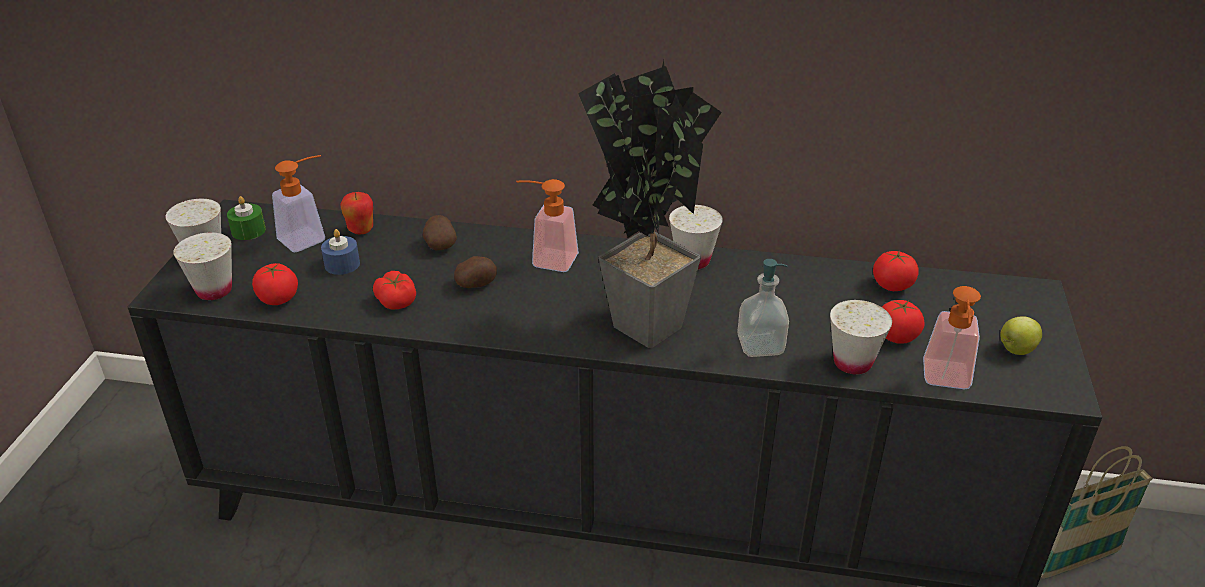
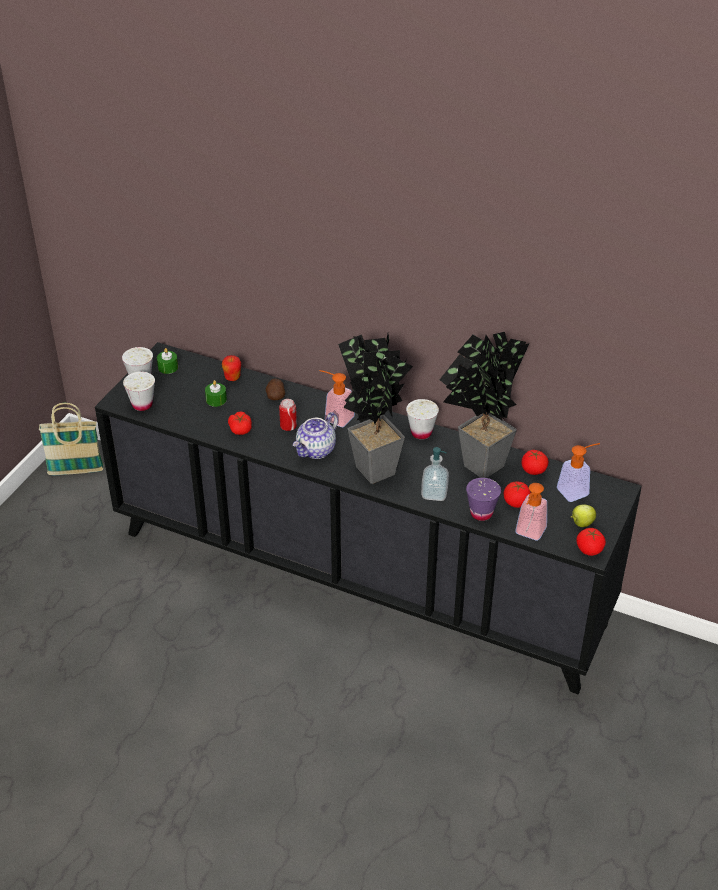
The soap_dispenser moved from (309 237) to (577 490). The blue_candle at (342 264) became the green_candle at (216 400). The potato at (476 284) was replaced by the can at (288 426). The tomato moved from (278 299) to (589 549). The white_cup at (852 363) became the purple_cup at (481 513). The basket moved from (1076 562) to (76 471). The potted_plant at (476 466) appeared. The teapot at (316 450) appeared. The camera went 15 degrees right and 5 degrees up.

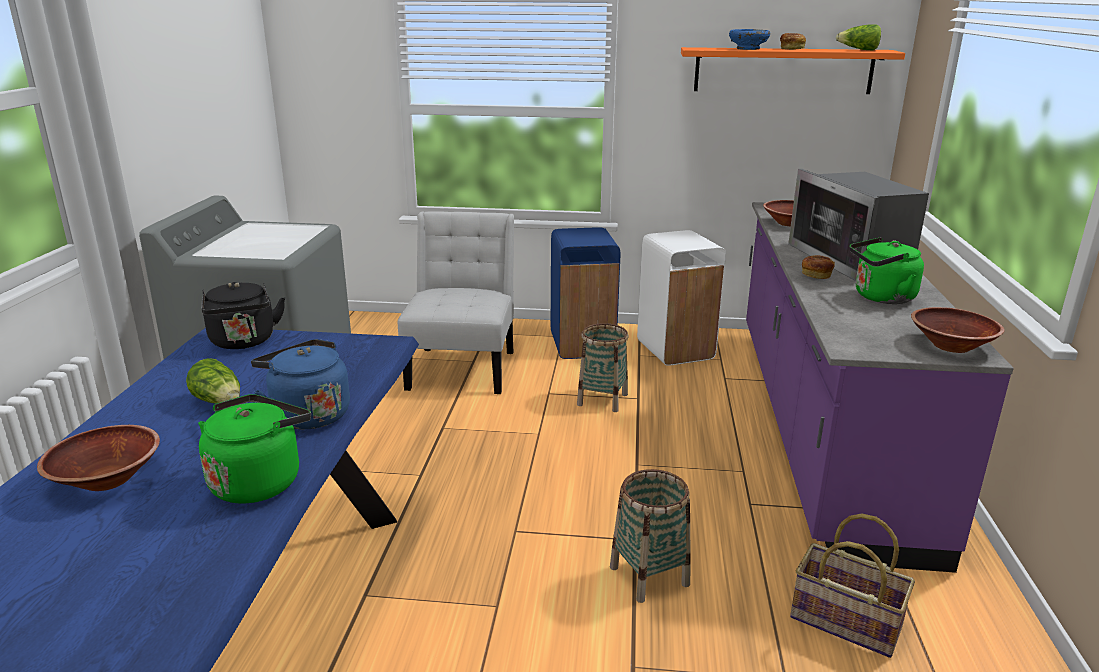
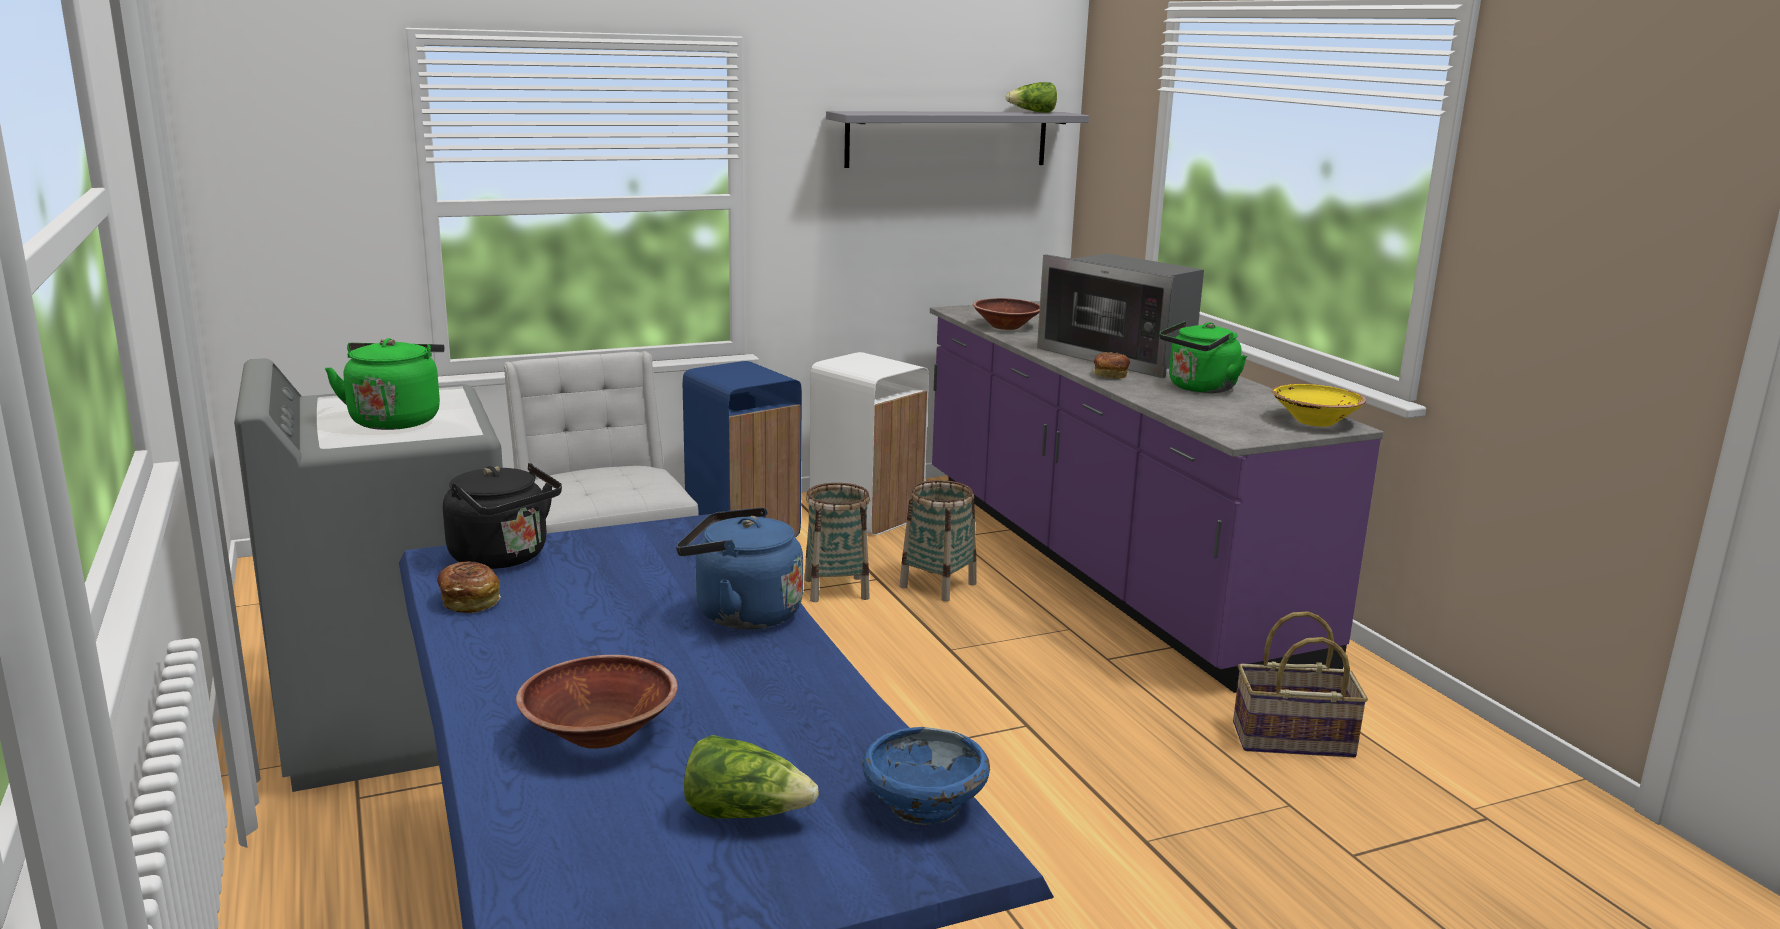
The blue_bowl moved from (747 49) to (923 805). The bread moved from (791 49) to (470 601). The orange_shelf at (783 70) became the grey_shelf at (947 139). The brown_bowl at (951 346) became the yellow_bowl at (1315 421). The lettuce moved from (219 401) to (745 813). The green_kettle moved from (259 481) to (396 420). The basket moved from (649 576) to (938 585). The camera went 30 degrees left and 5 degrees down.

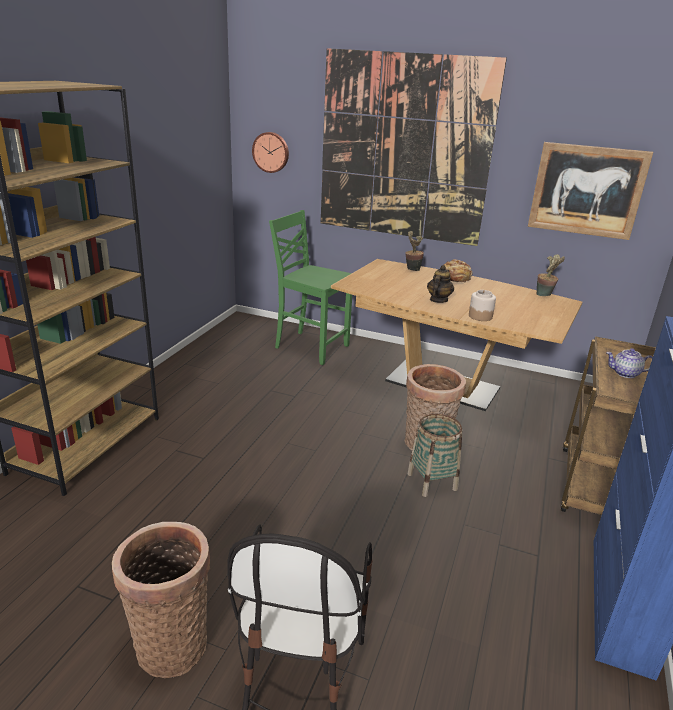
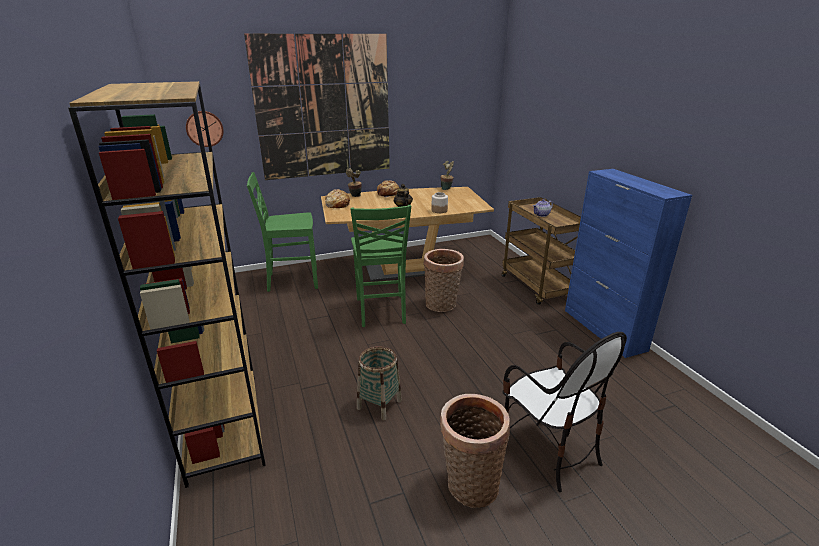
The picture at (586 190) disappeared. The basket moved from (432 481) to (379 404). The bread at (337 204) appeared. The green_chair at (381 311) appeared. The camera went 40 degrees left and 0 degrees up.

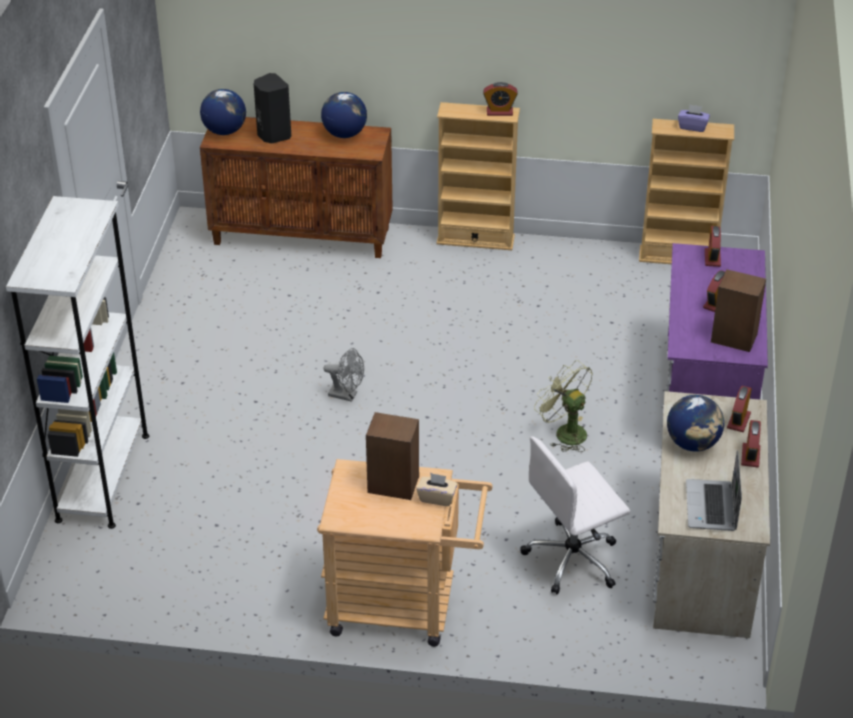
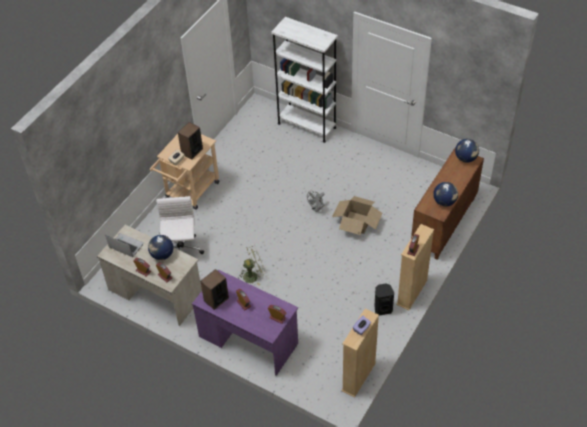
The black_speaker moved from (273 135) to (382 308). The cardboard_box at (356 222) appeared. The camera went 115 degrees right and 10 degrees up.

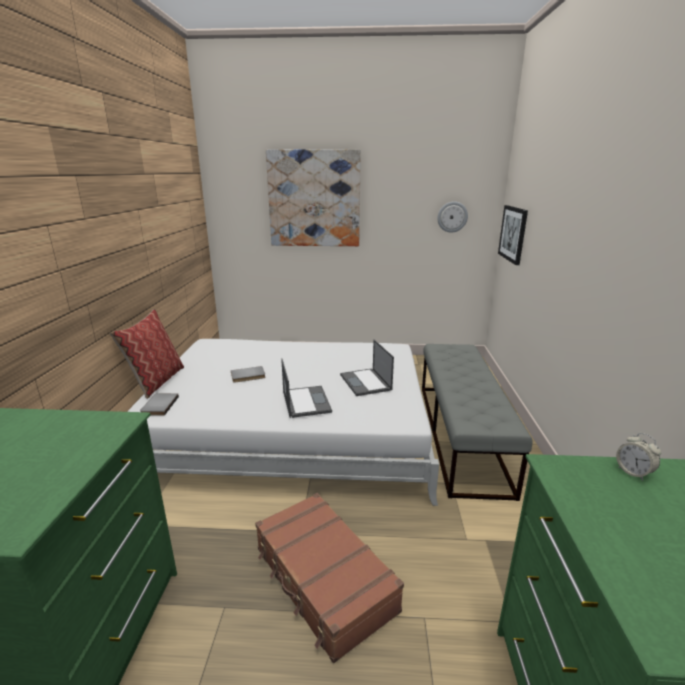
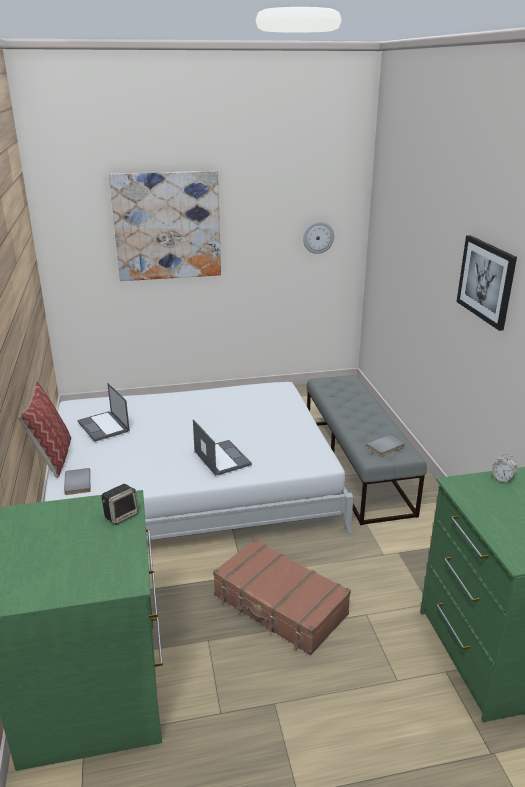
The picture moved from (513 234) to (486 281). The laptop moved from (366 382) to (104 426). The grey_book moved from (248 376) to (386 447). The speaker at (121 515) appeared. The camera went 15 degrees left and 5 degrees up.

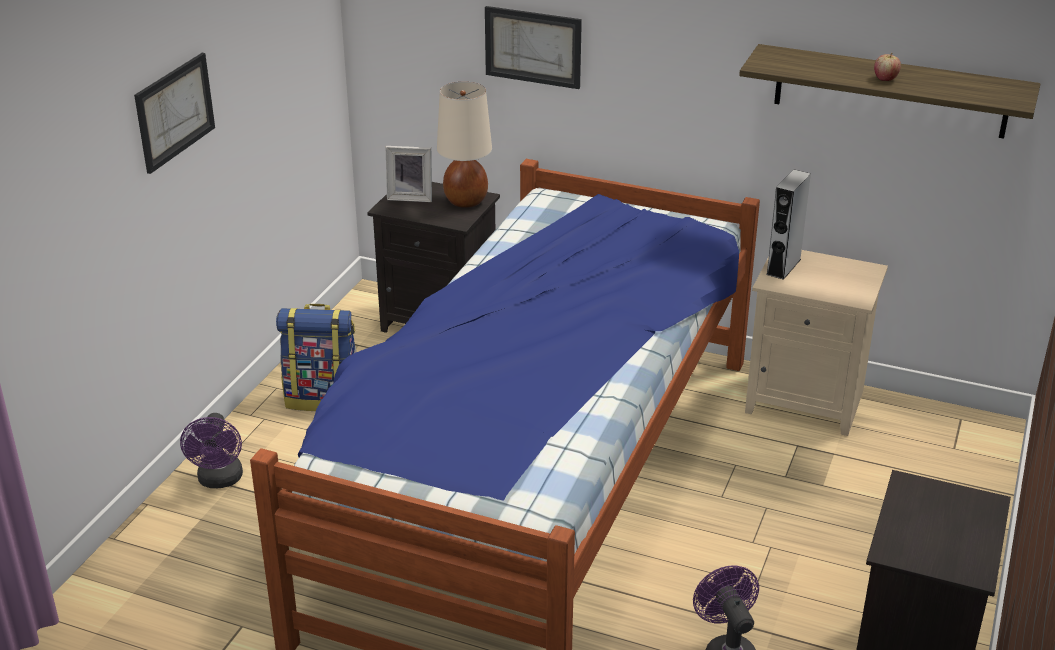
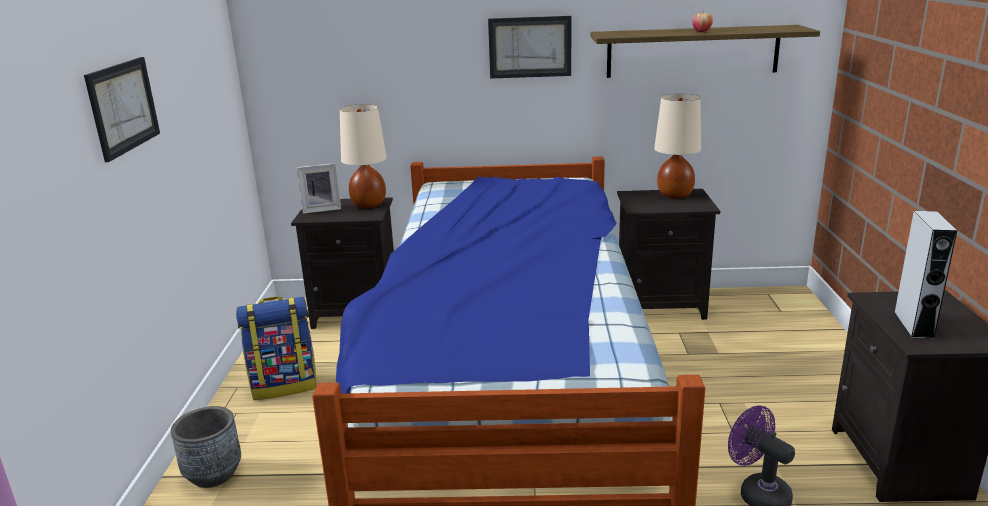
The picture moved from (533 47) to (530 47). The grey_speaker moved from (783 267) to (913 325). The beige_nightstand at (806 401) became the black_nightstand at (661 305). The purple_fan at (220 481) was replaced by the grey_planter at (213 474). The beige_table_lamp at (675 195) appeared. The camera went 20 degrees left and 10 degrees down.

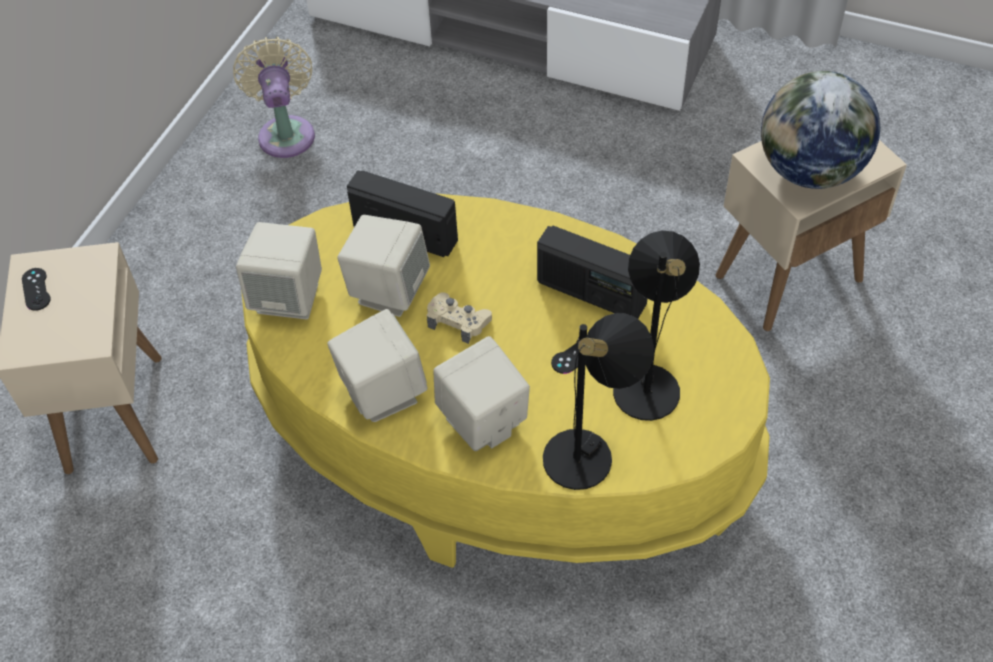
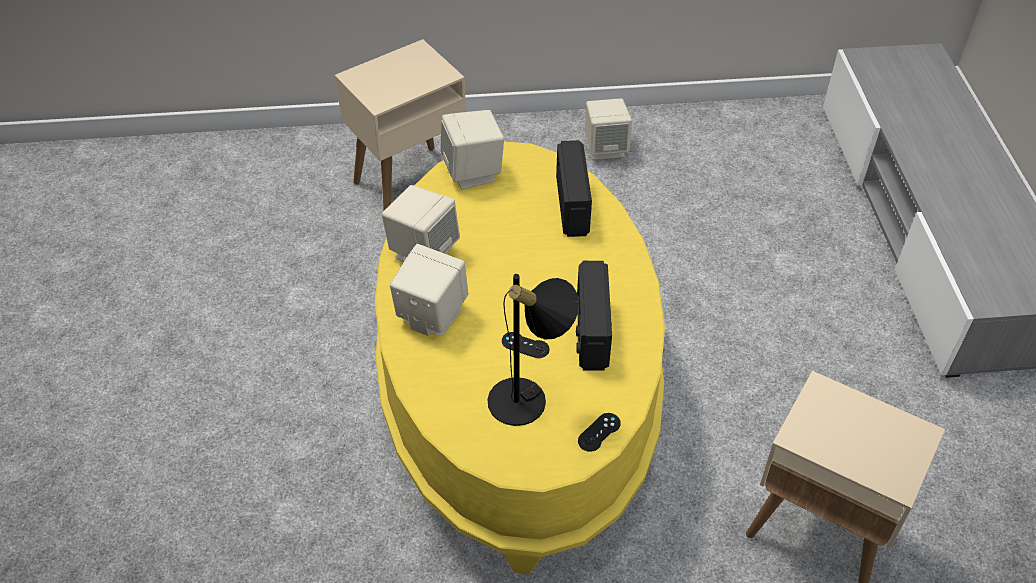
The beige_fan at (286 132) disappeared. The globe at (809 171) disappeared. The beige_speaker moved from (388 290) to (606 148). The black_game_controller moved from (36 289) to (599 432). The beige_game_controller at (458 321) disappeared. The black_table_lamp at (589 453) disappeared. The camera went 60 degrees right and 5 degrees down.

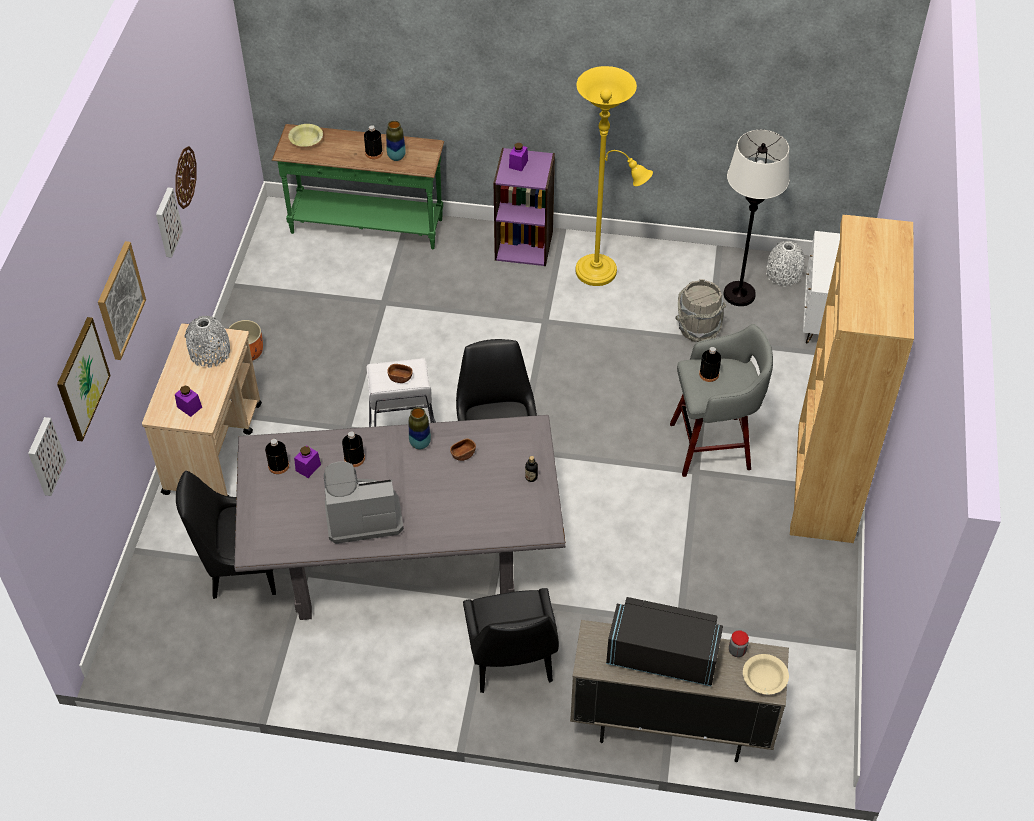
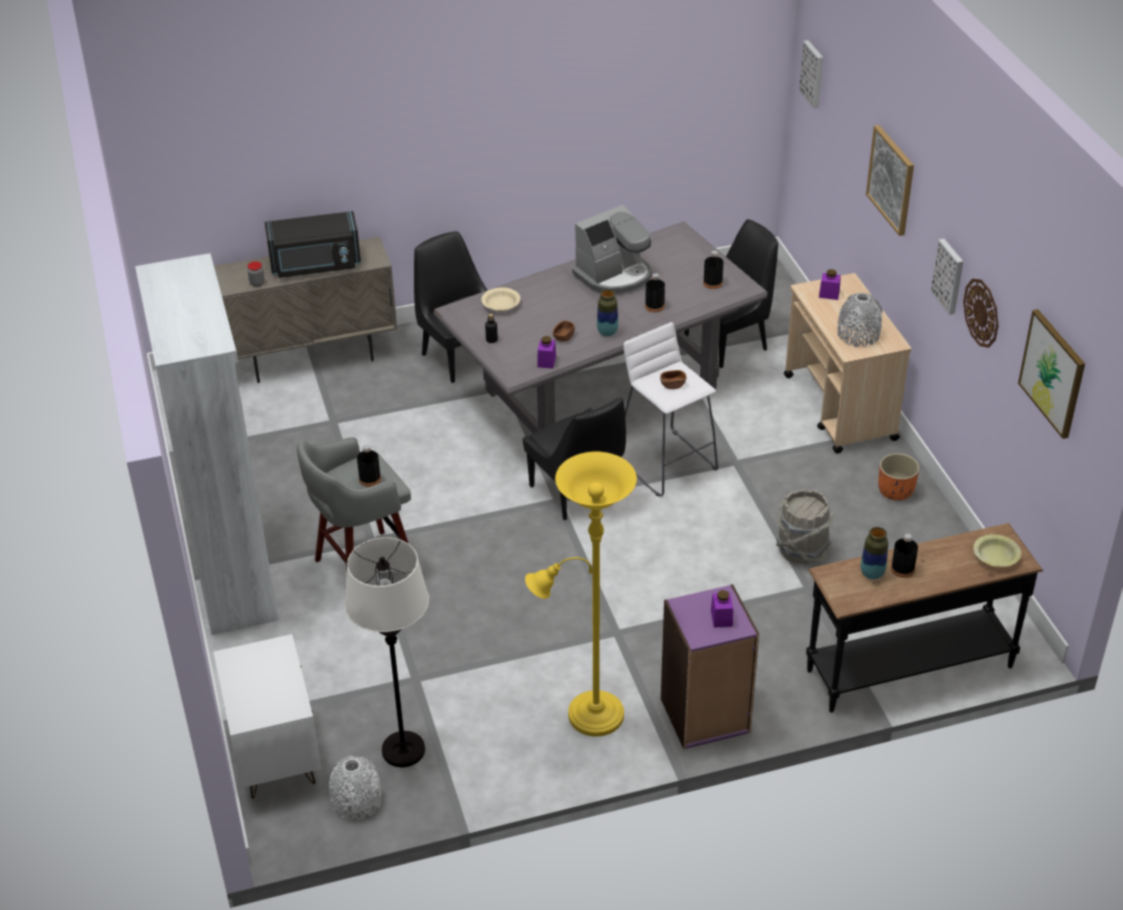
The green_console_table at (366 227) became the black_console_table at (908 667). The brown_bookcase at (823 482) became the white_bookcase at (234 573). The grey_bucket moved from (698 329) to (801 550). The picture moved from (82 379) to (1053 373). The purple_jar moved from (308 467) to (546 361). The beige_bowl moved from (764 678) to (501 304). The camera went 155 degrees right and 10 degrees down.

